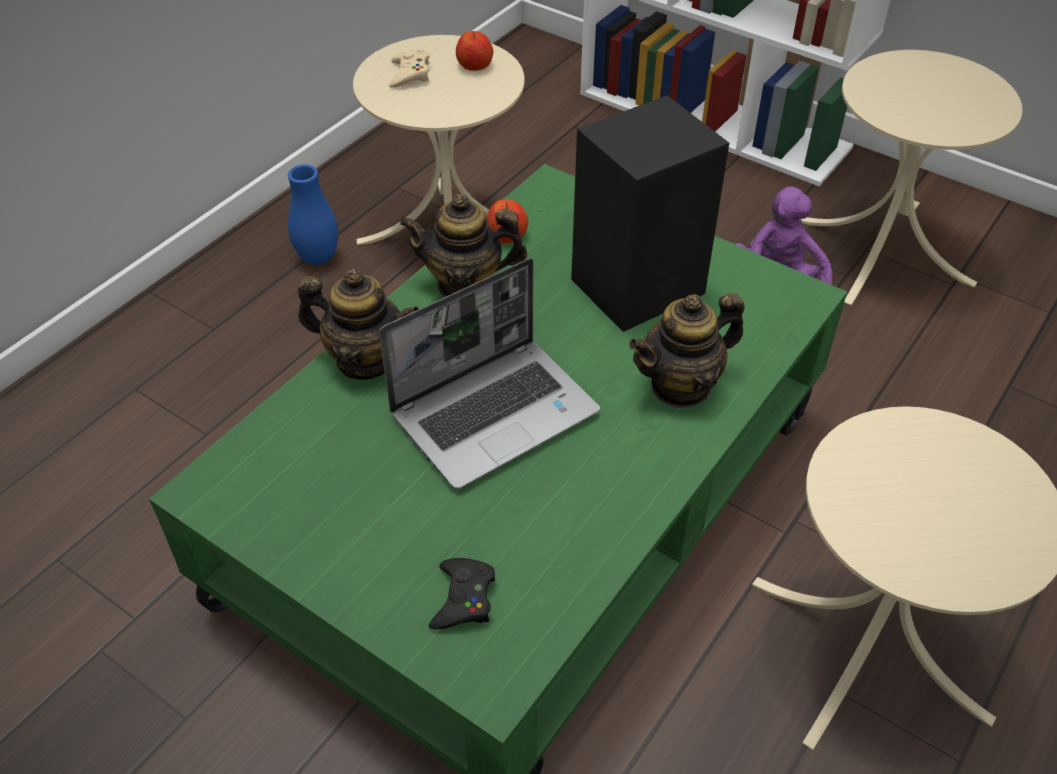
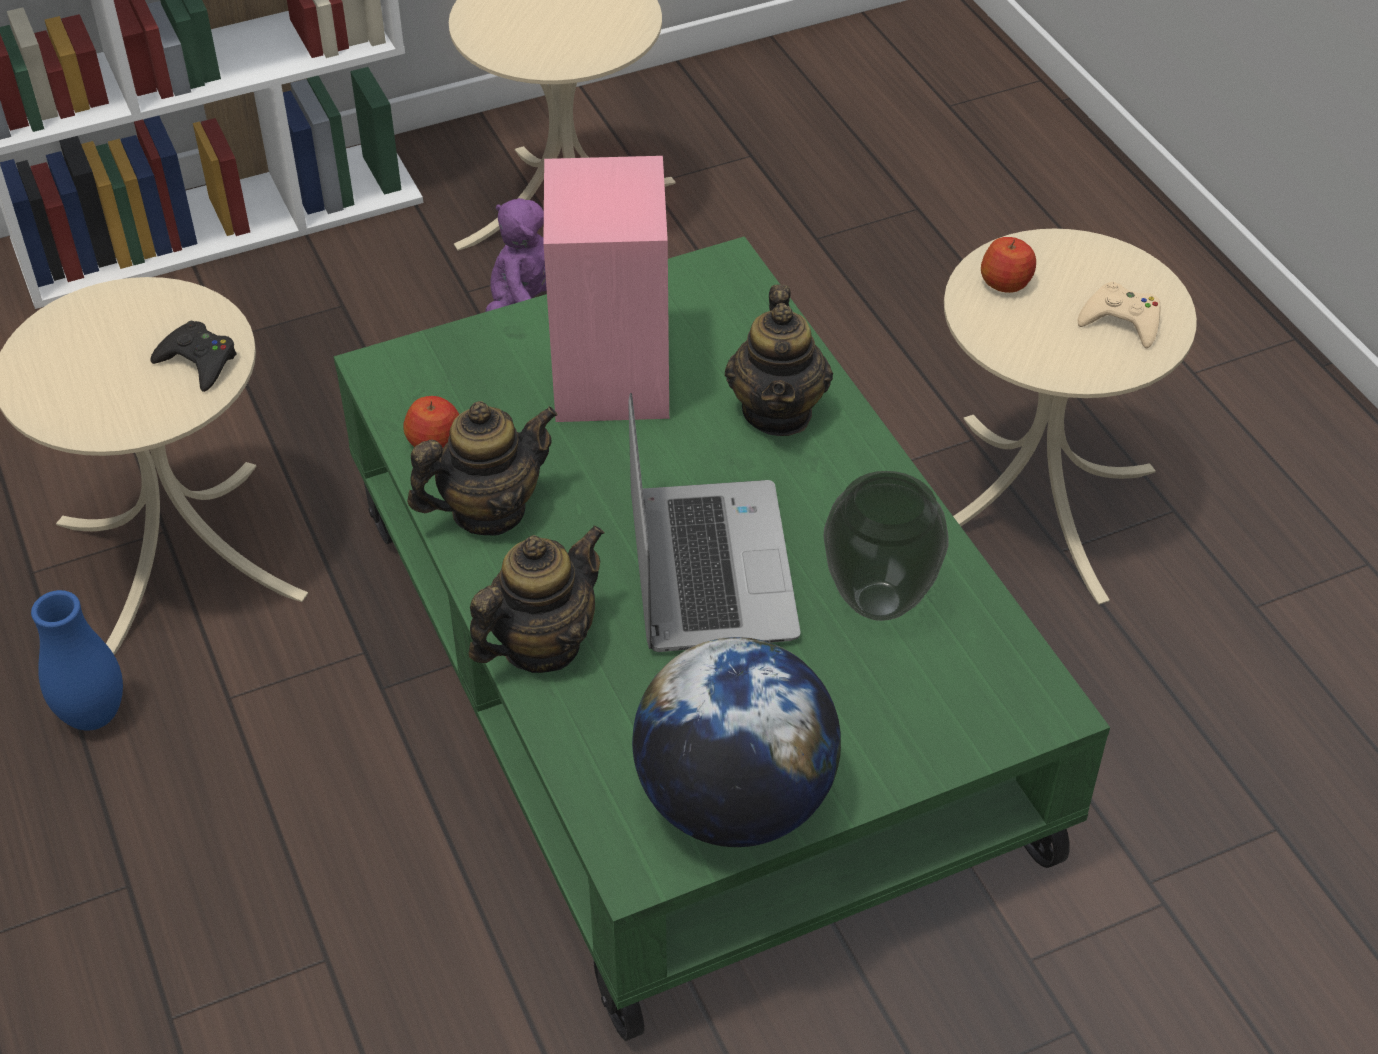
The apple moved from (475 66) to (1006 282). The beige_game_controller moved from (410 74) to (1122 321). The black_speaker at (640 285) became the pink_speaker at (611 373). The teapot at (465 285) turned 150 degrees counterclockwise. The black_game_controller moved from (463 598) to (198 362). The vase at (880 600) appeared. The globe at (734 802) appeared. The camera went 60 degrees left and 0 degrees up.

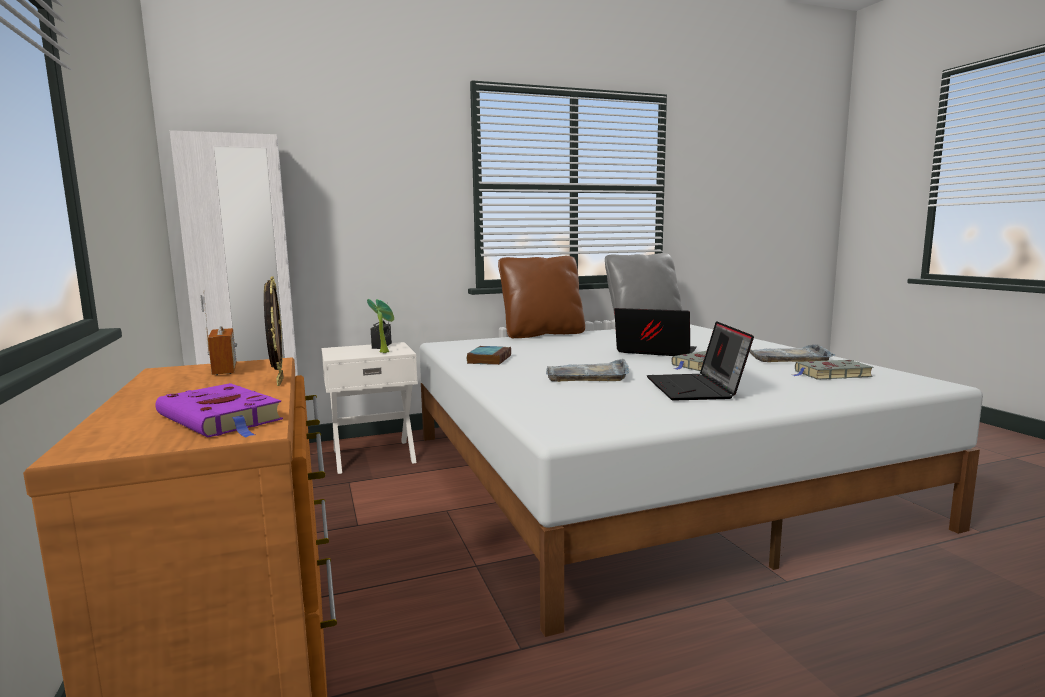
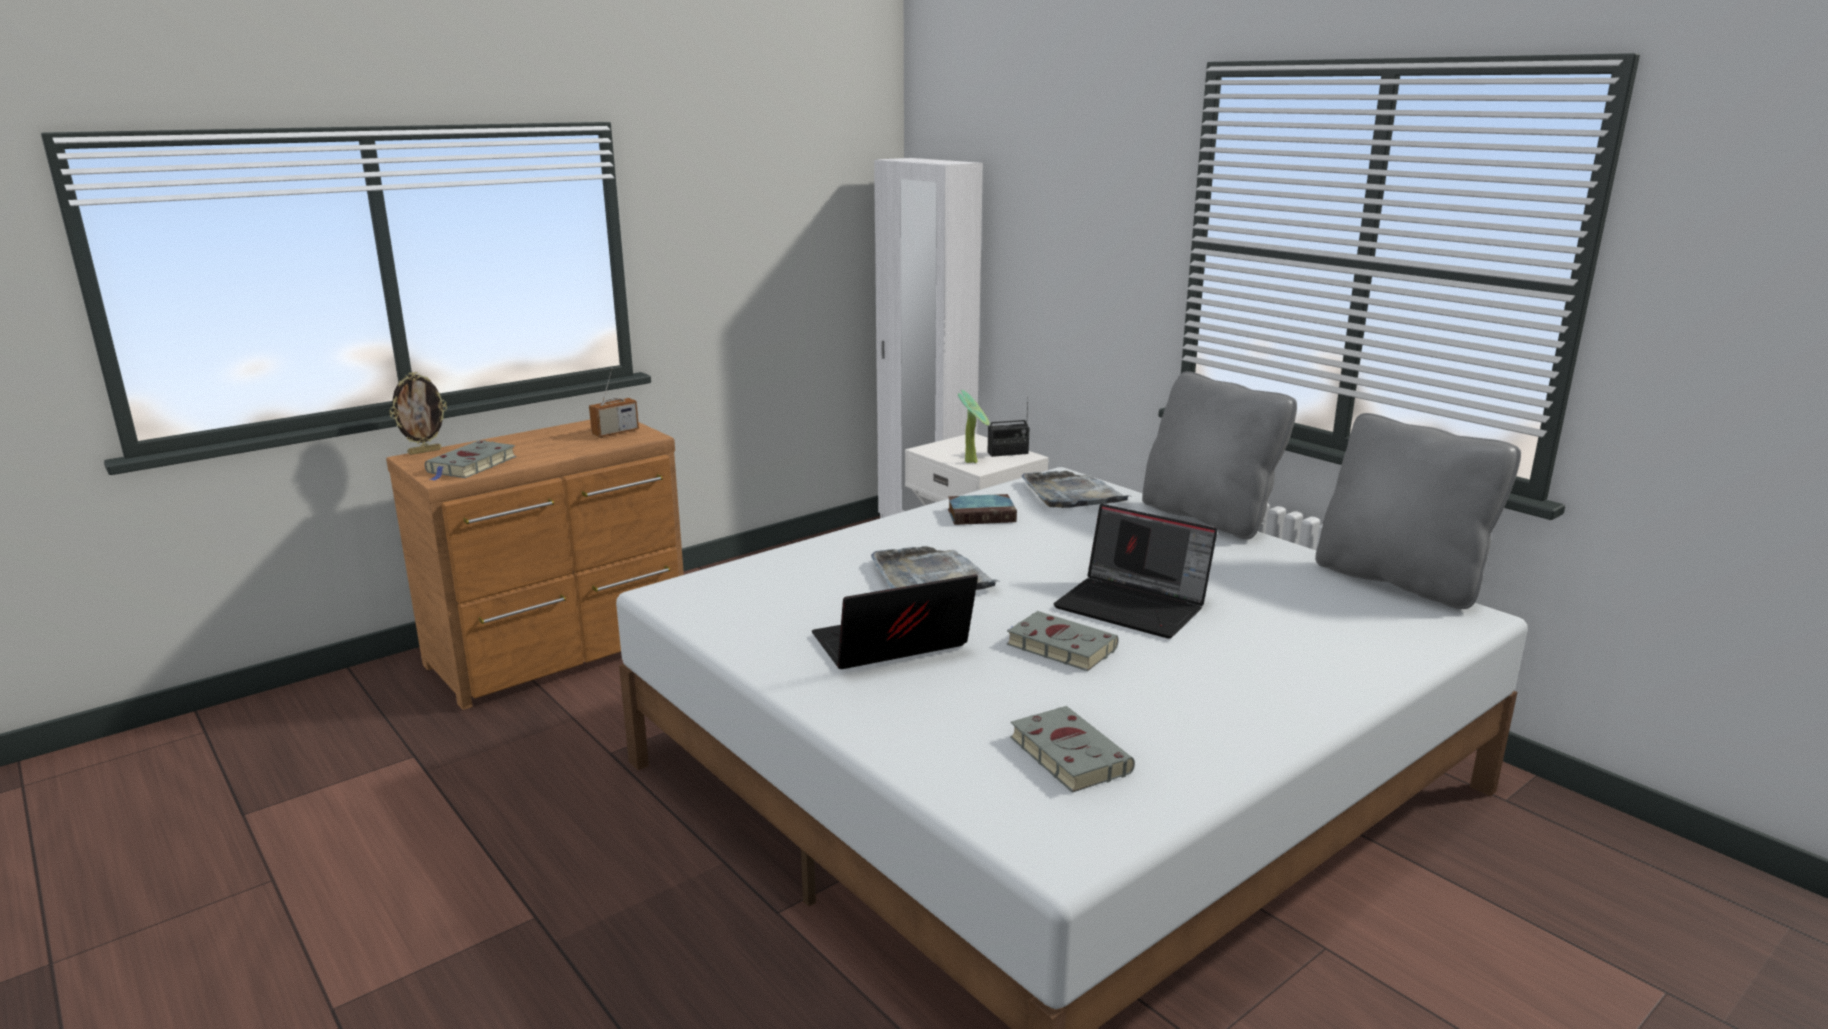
The brown_pillow at (542 334) became the grey_pillow at (1209 517). The picture_frame moved from (278 381) to (424 451). The laptop at (654 352) turned 120 degrees clockwise. The grey_tray moved from (789 357) to (1072 494). The purple_book at (222 419) became the grey_book at (471 466). The camera went 70 degrees right and 10 degrees up.

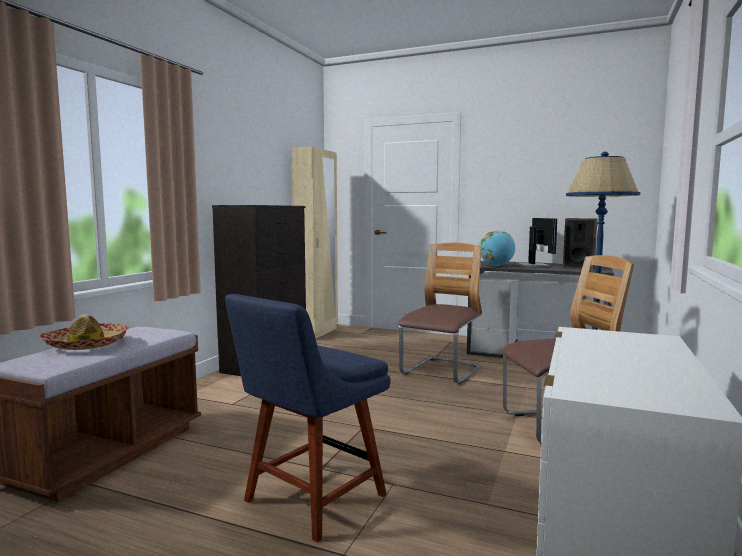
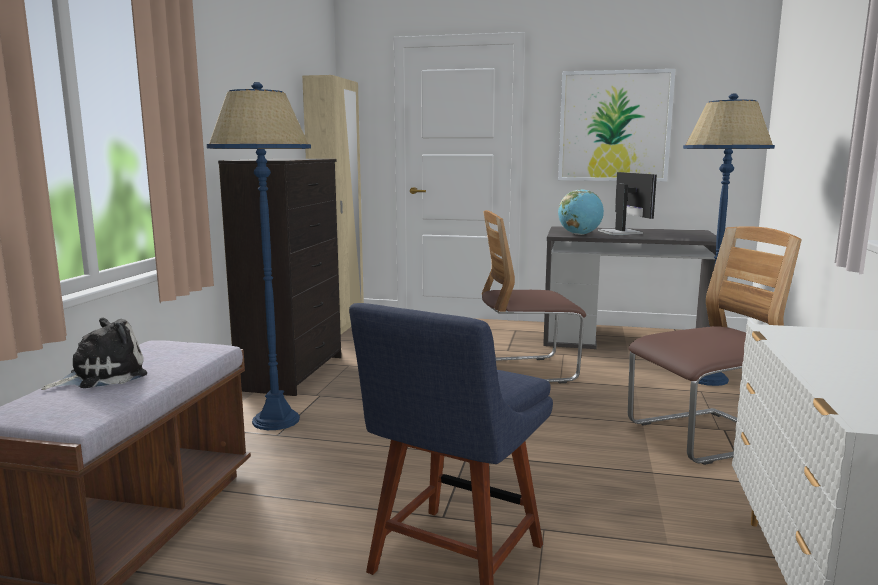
The speaker at (578 267) disappeared. The chair at (441 371) turned 120 degrees counterclockwise. The hat at (87 344) was replaced by the plush_toy at (102 375). The picture at (614 126) appeared. The blue_floor_lamp at (275 420) appeared. The camera went 10 degrees left and 5 degrees up.

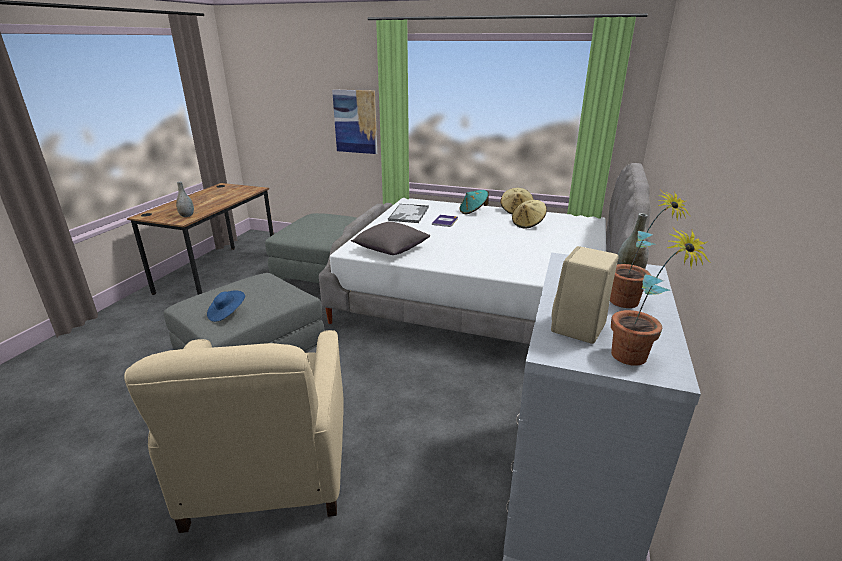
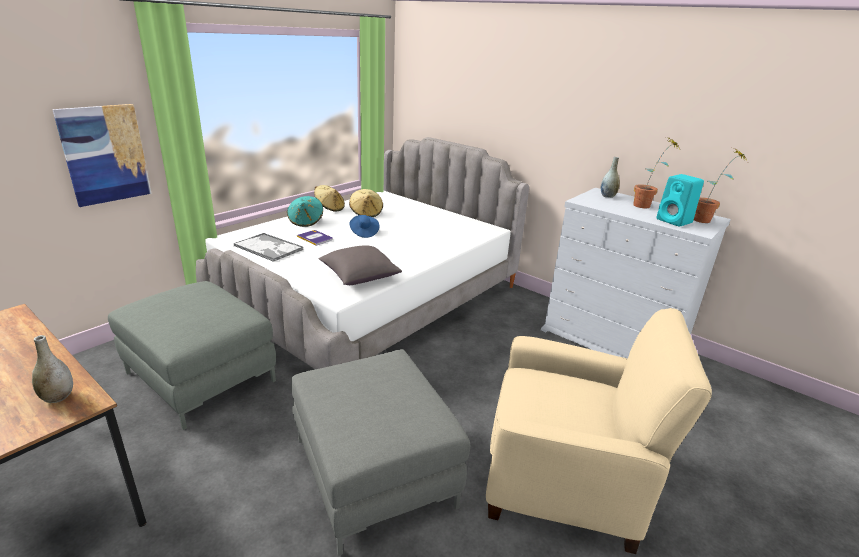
The beige_speaker at (578 329) became the turquoise_speaker at (675 221). The blue_hat moved from (227 313) to (364 232). The camera went 70 degrees left and 0 degrees up.

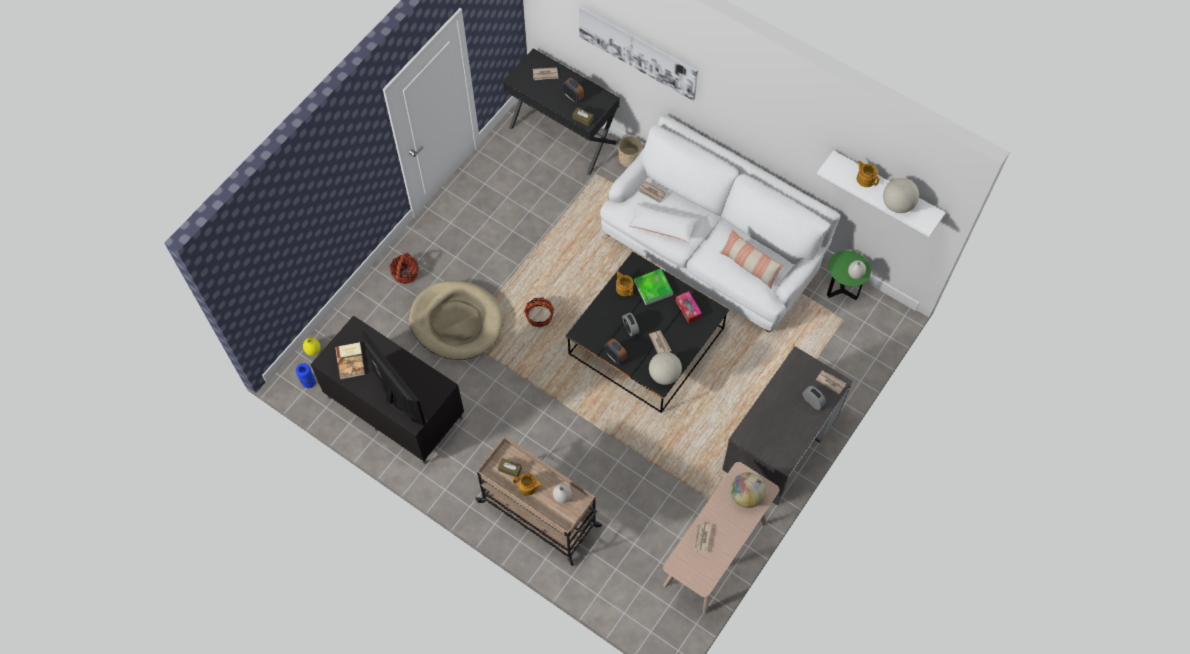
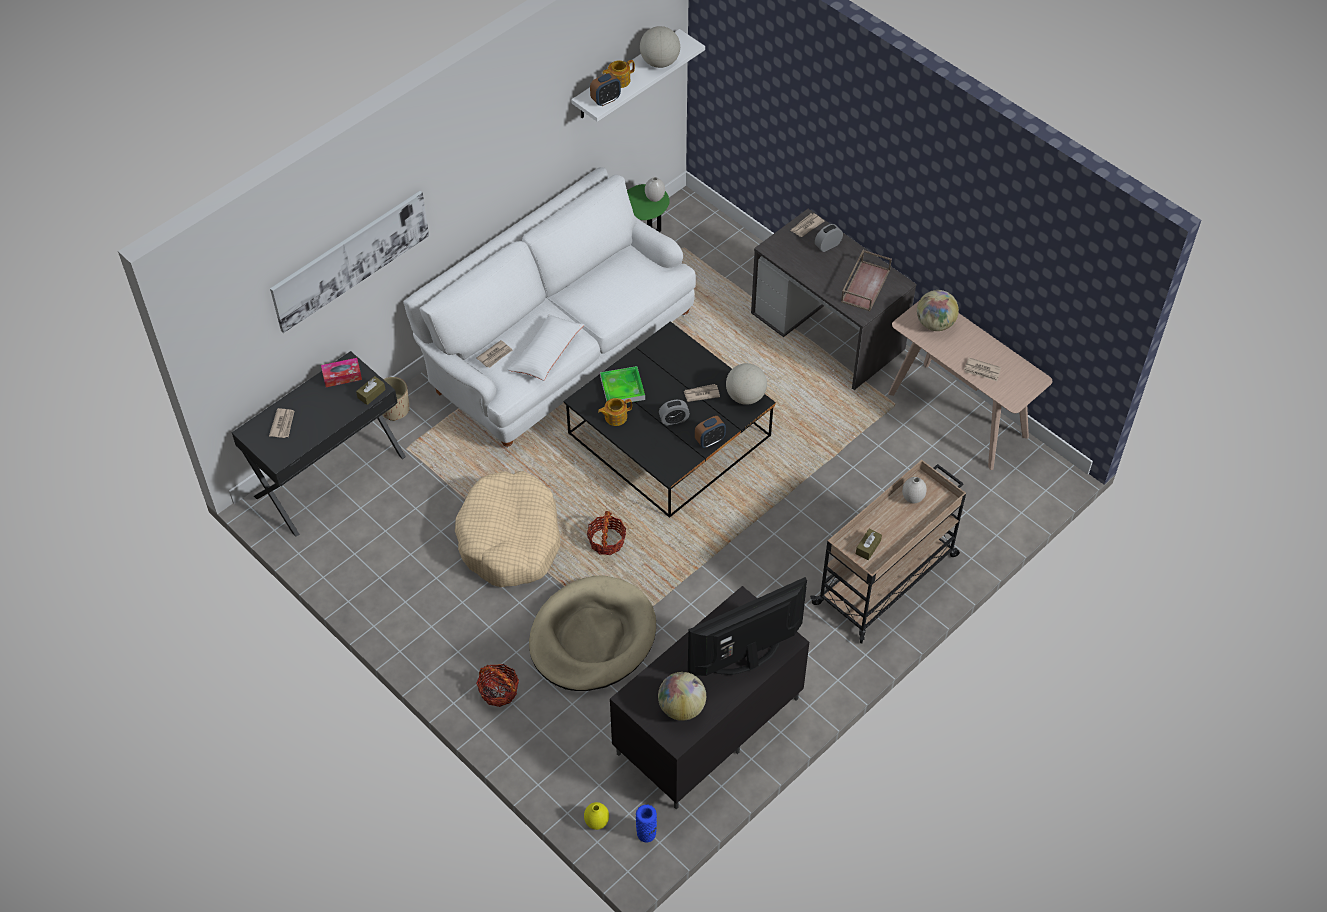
The alarm_clock moved from (573 96) to (605 100). The pillow at (749 266) disappeared. The tissue_box moved from (688 309) to (342 376). The book at (351 361) was replaced by the globe at (681 707). The teapot at (528 487) disappeared. The brown_tray at (865 285) appeared. The beige_dog_bed at (510 539) appeared. The camera went 80 degrees left and 10 degrees down.

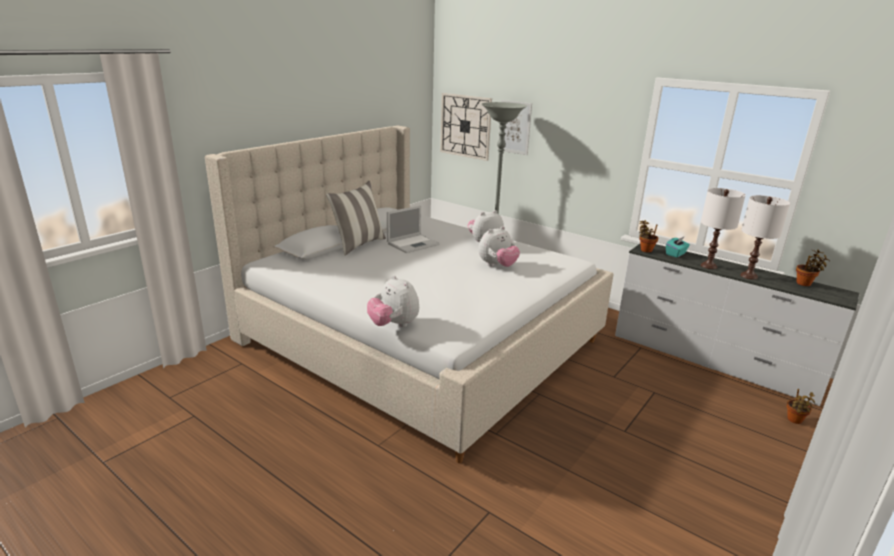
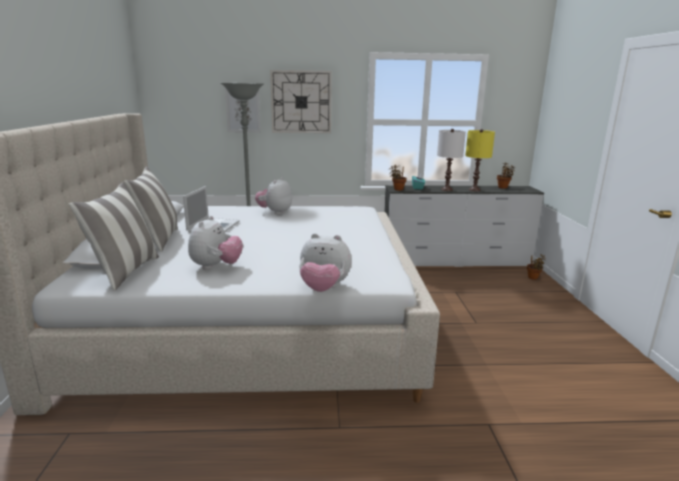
The wall_clock moved from (465 126) to (301 102). The white_table_lamp at (749 276) became the yellow_table_lamp at (474 190). The plush_toy moved from (497 266) to (216 267). The pillow at (125 272) appeared. The camera went 40 degrees left and 5 degrees down.

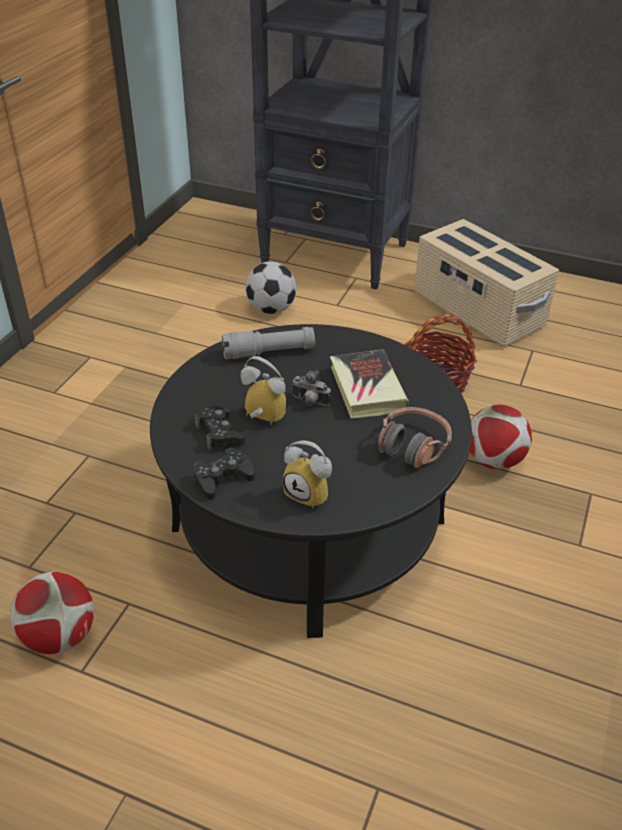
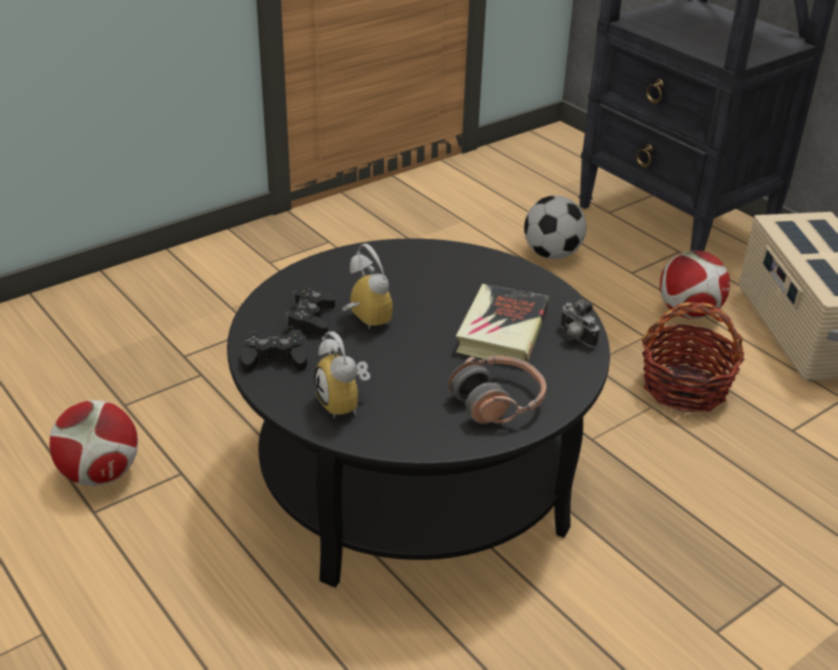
The grey_flashlight at (269 352) disappeared. The photo_camera moved from (309 402) to (574 338). The football moved from (494 460) to (688 313). The camera went 30 degrees right and 5 degrees down.

